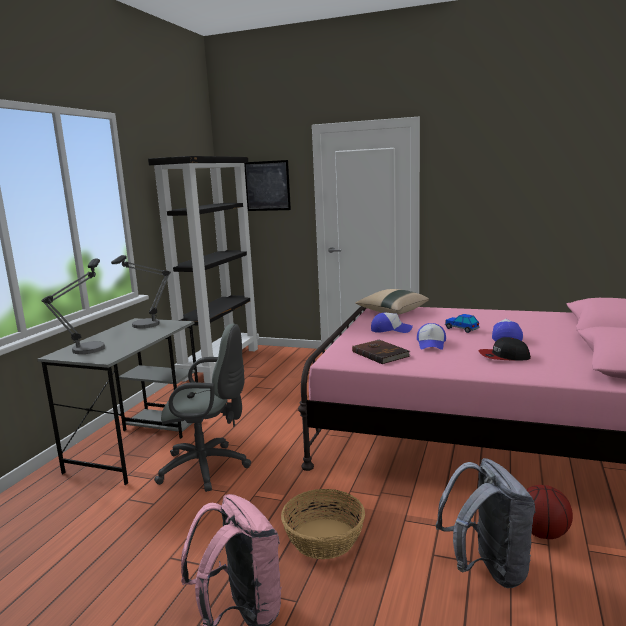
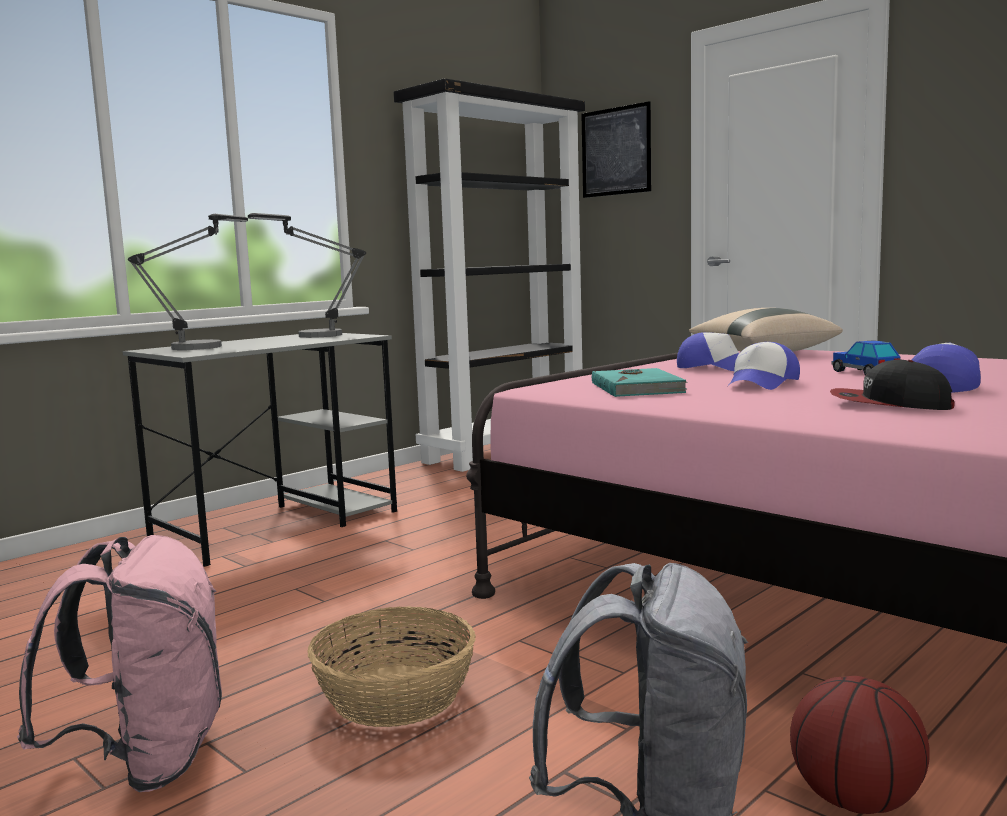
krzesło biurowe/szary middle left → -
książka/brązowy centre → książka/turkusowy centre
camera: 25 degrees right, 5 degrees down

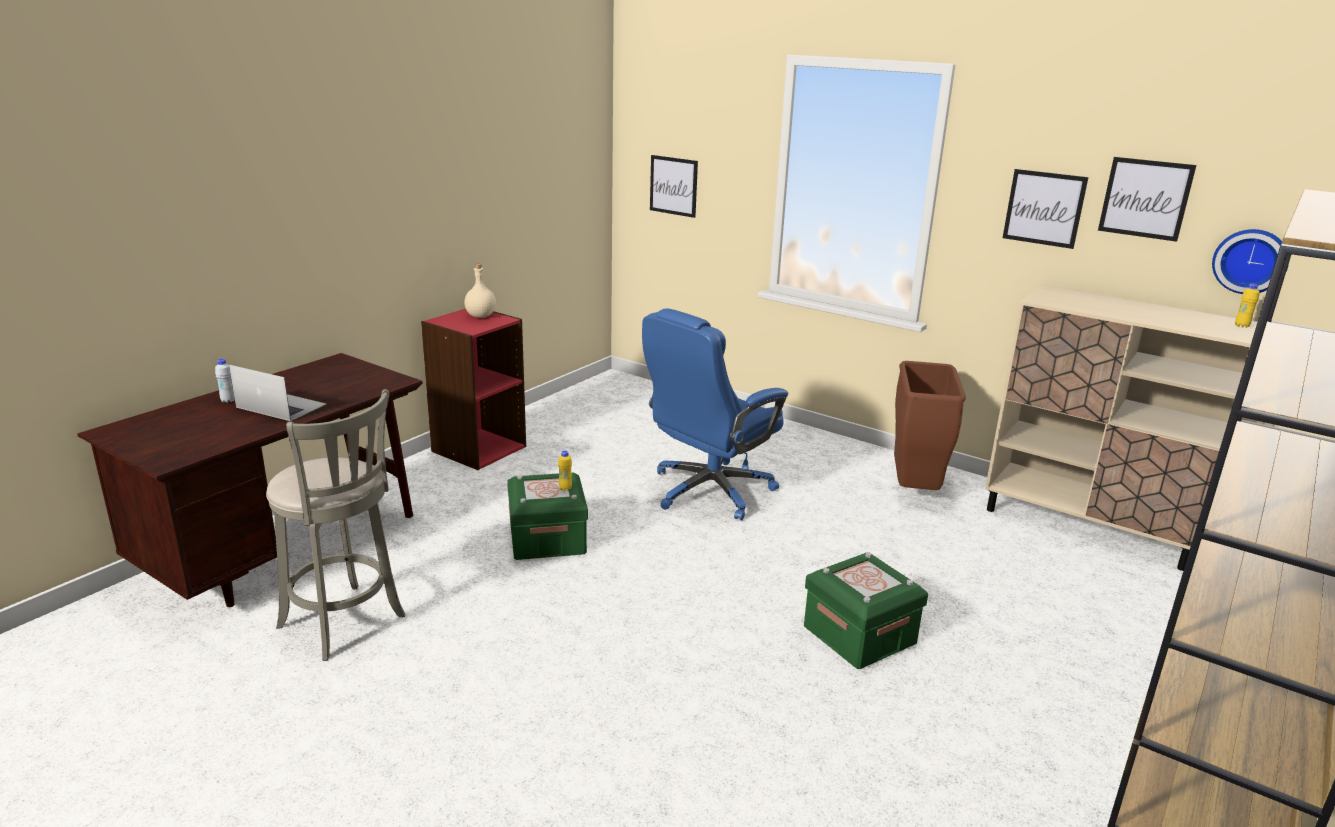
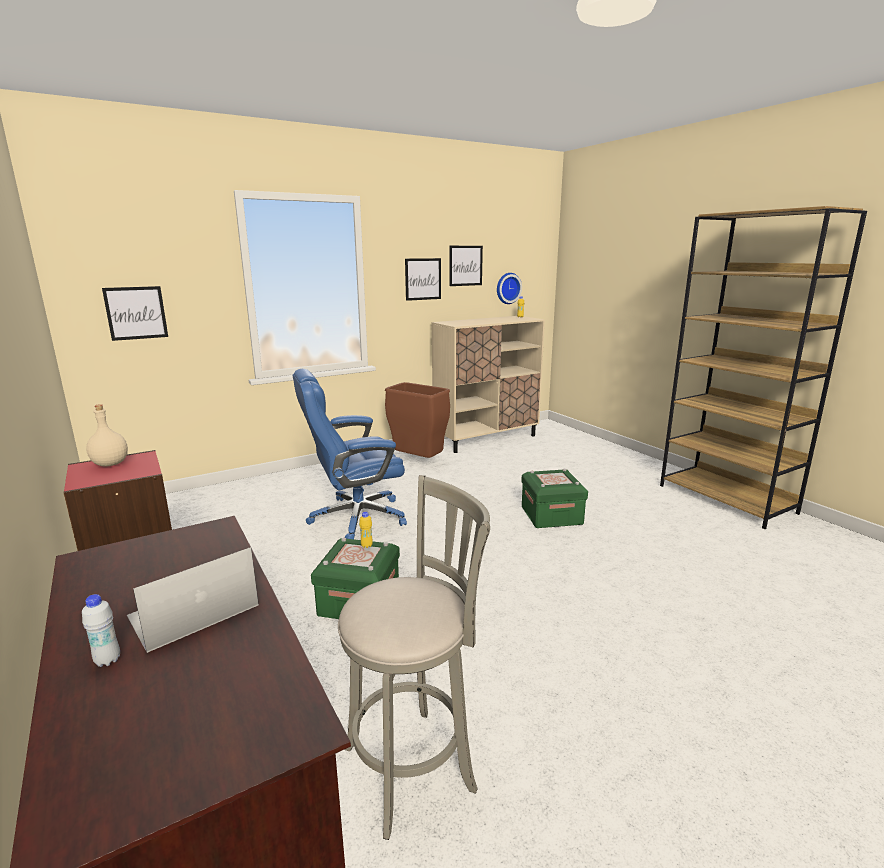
krzesło biurowe/niebieski centre, 90 degrees clockwise
camera: 65 degrees left, 5 degrees down

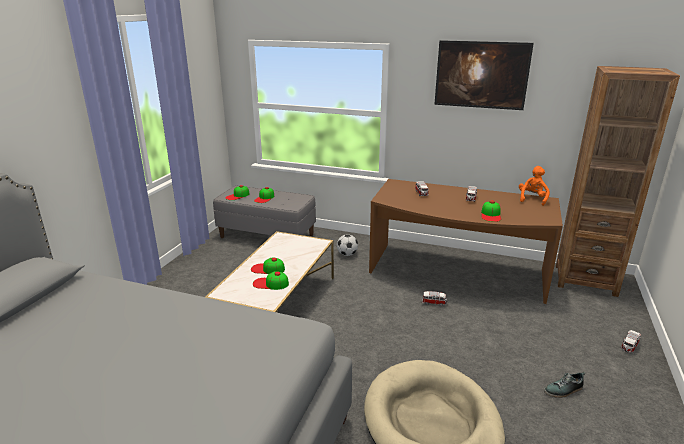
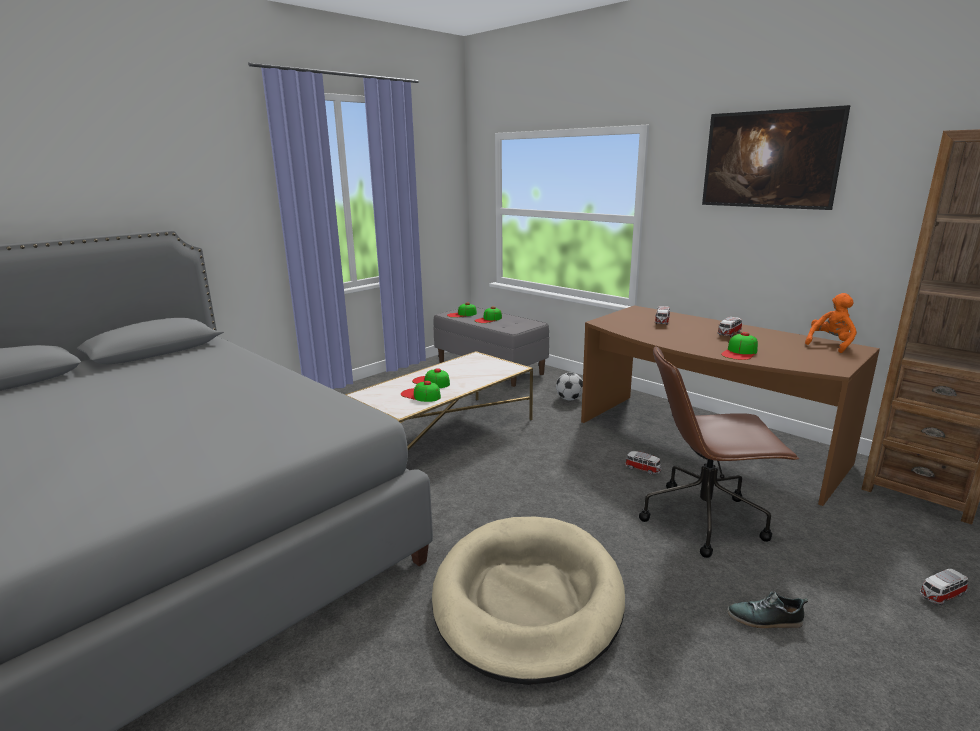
- → krzesło biurowe/brązowy middle right
camera: 25 degrees right, 5 degrees down

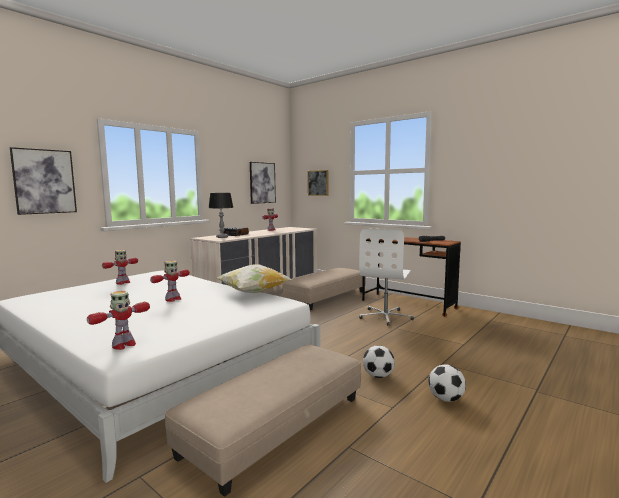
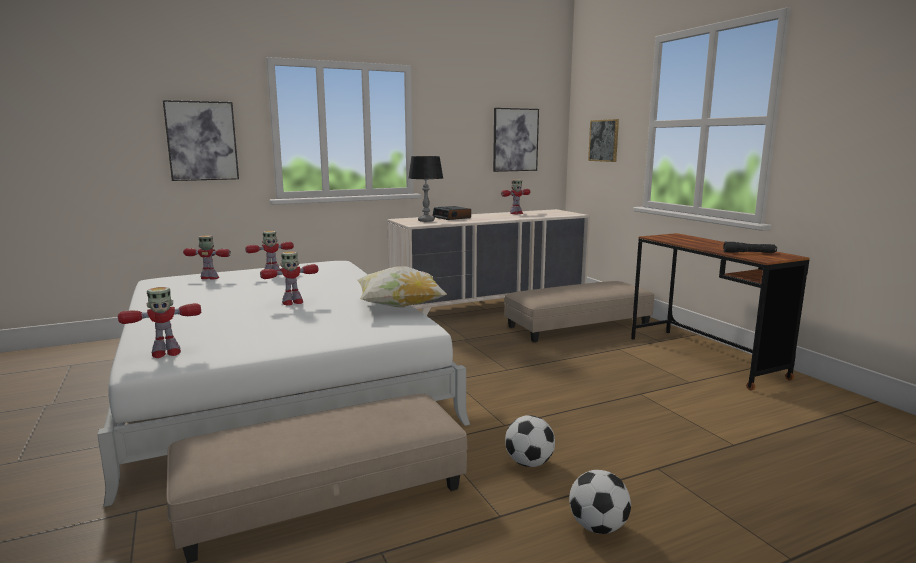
krzesło biurowe/biały centre → -
- → robot zabawkowy (no. 2 from left) middle left
camera: 25 degrees right, 5 degrees up

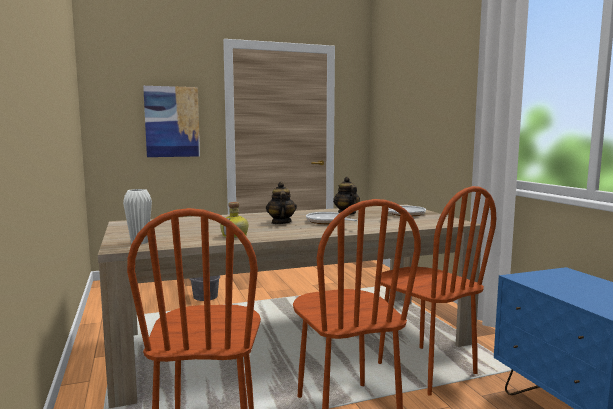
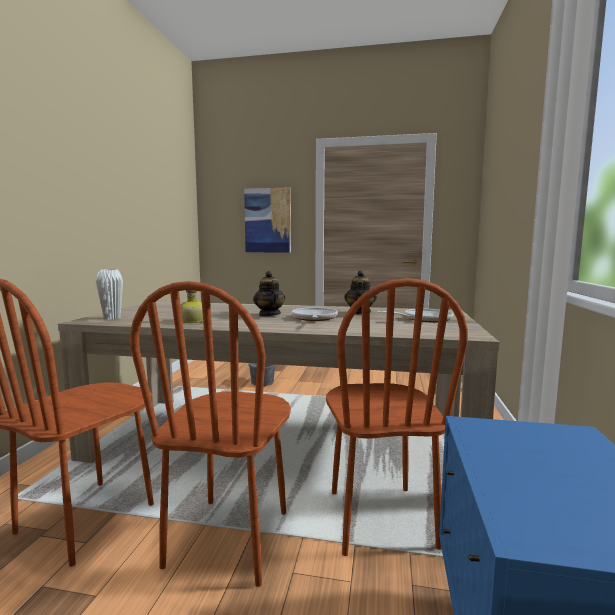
imbryk (no. 1 from left) centre, 45 degrees counterclockwise
camera: 30 degrees right, 0 degrees up

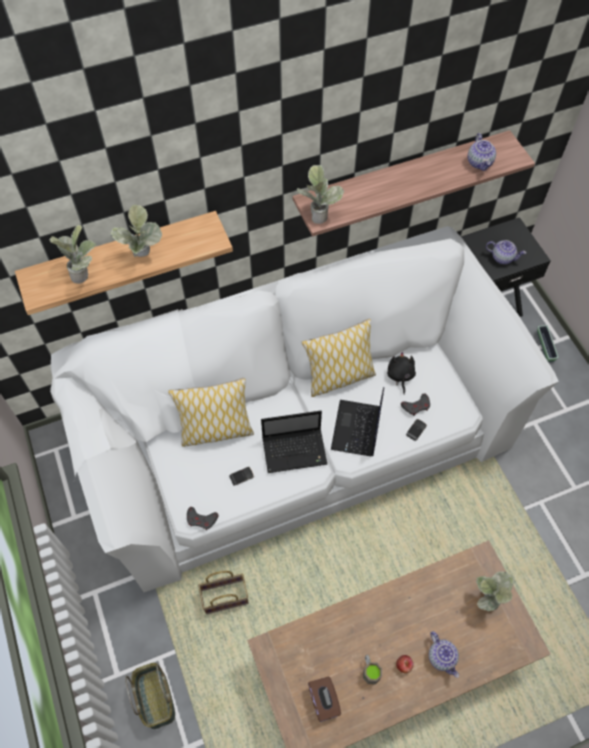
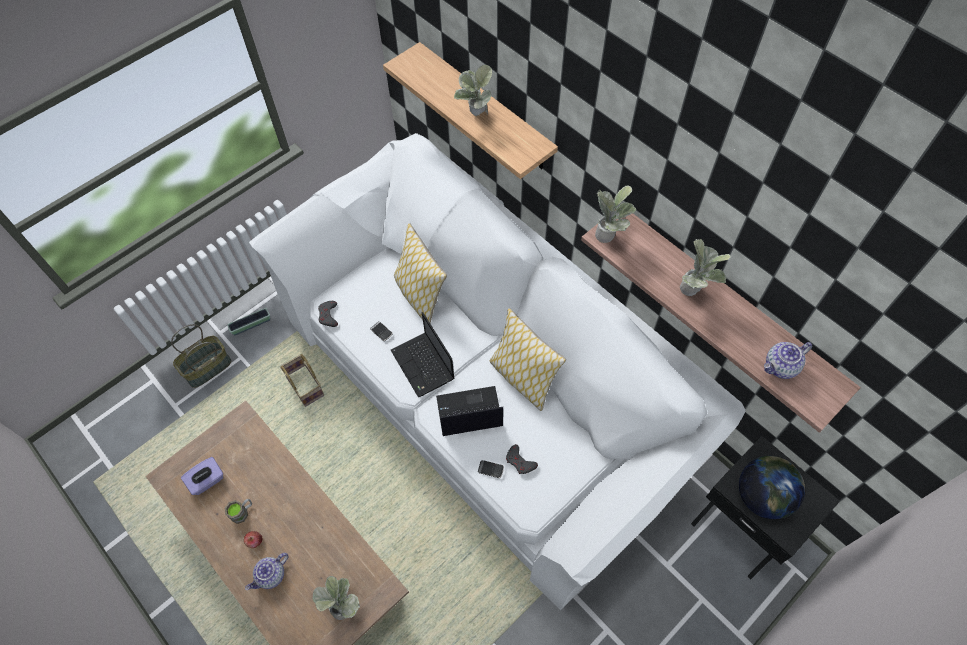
pluszak/czarny middle right → -
roślina doniczkowa (no. 1 from left in the first image) middle left → roślina doniczkowa (no. 4 from left) middle right, shifted
donica middle right → donica middle left, shifted
imbryk (no. 3 from left) middle right → globus bottom right
pudełko chusteczek/brązowy bottom centre → pudełko chusteczek/fioletowy bottom left
camera: 70 degrees right, 0 degrees up

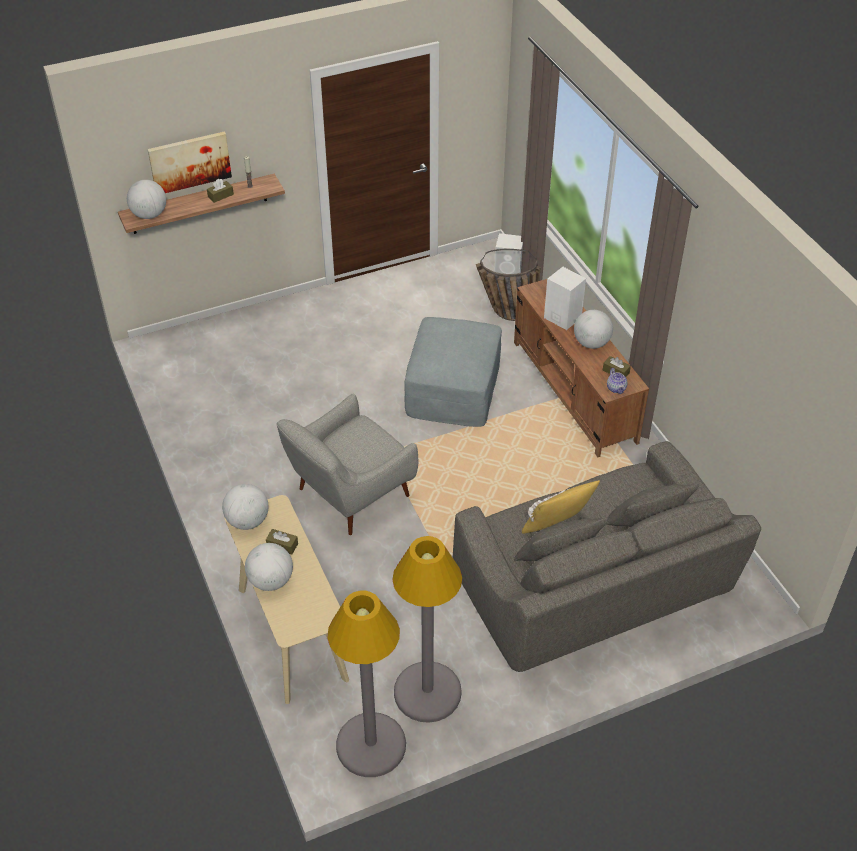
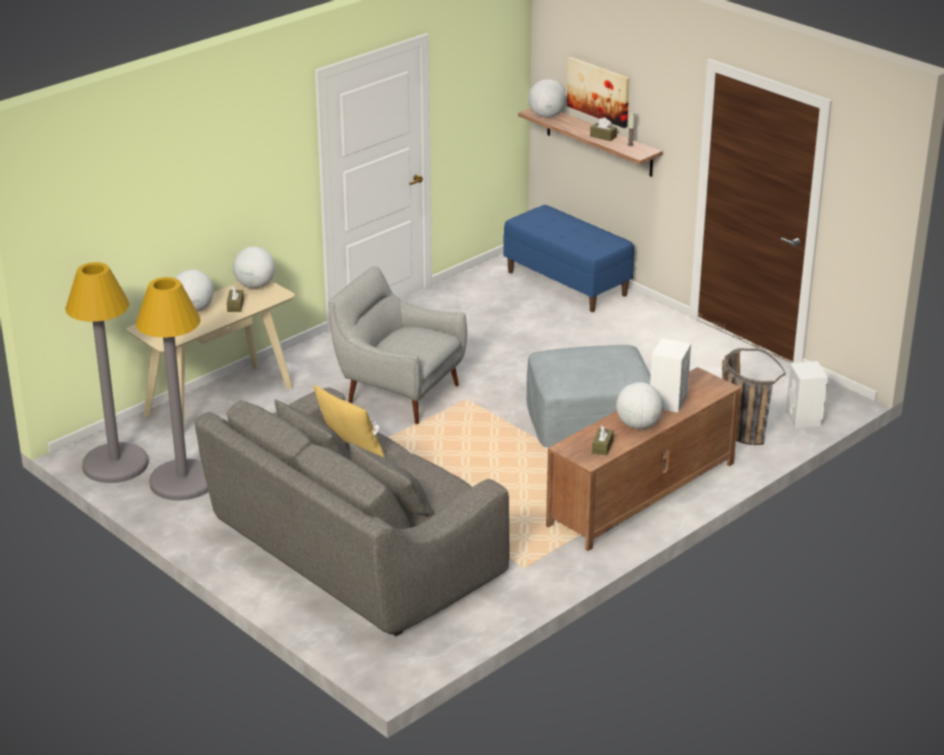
imbryk middle right → -
- → ławka/niebieski centre
camera: 70 degrees right, 15 degrees down

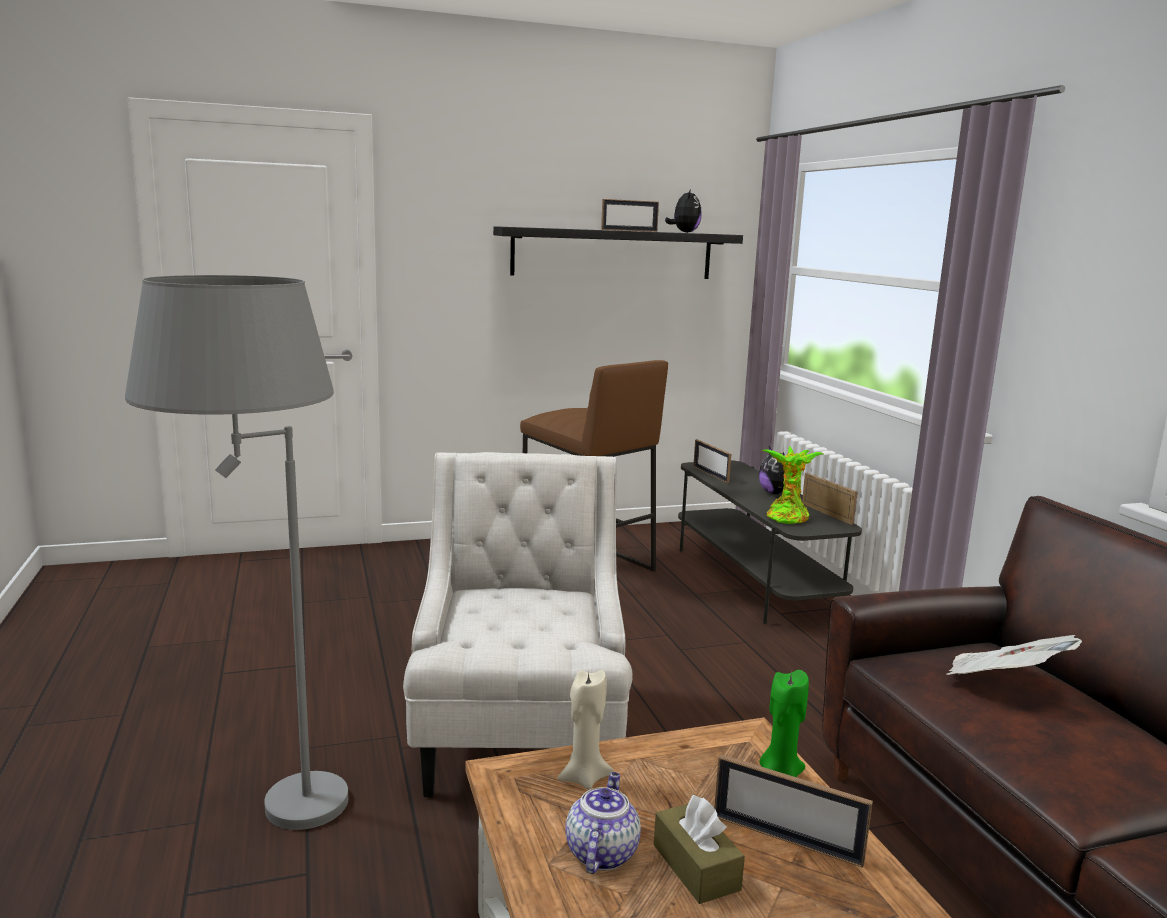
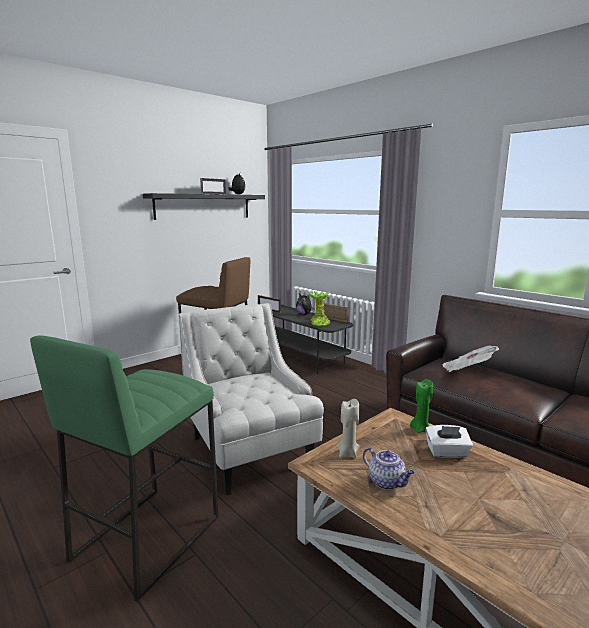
pudełko chusteczek/brązowy bottom centre → -
lampa stojąca/szary middle left → stołek/zielony bottom left
ramka na zdjęcie (no. 3 from left) bottom right → pudełko chusteczek/biały bottom right
imbryk bottom centre, 150 degrees clockwise
camera: 25 degrees left, 0 degrees up

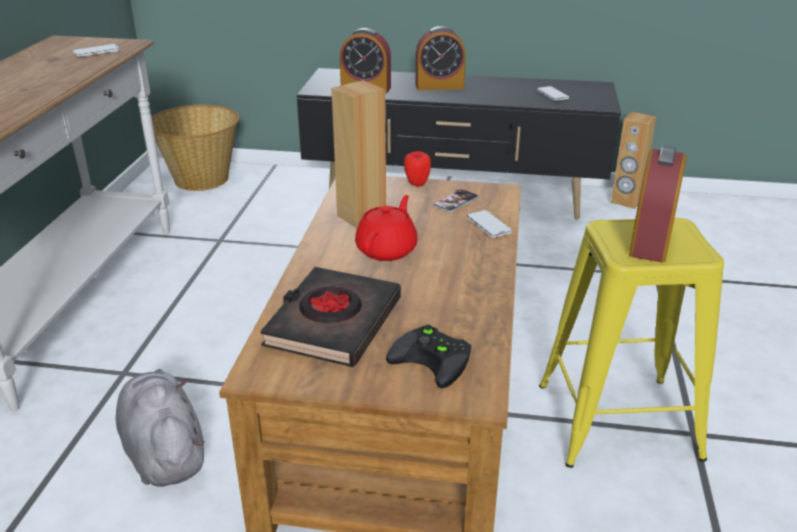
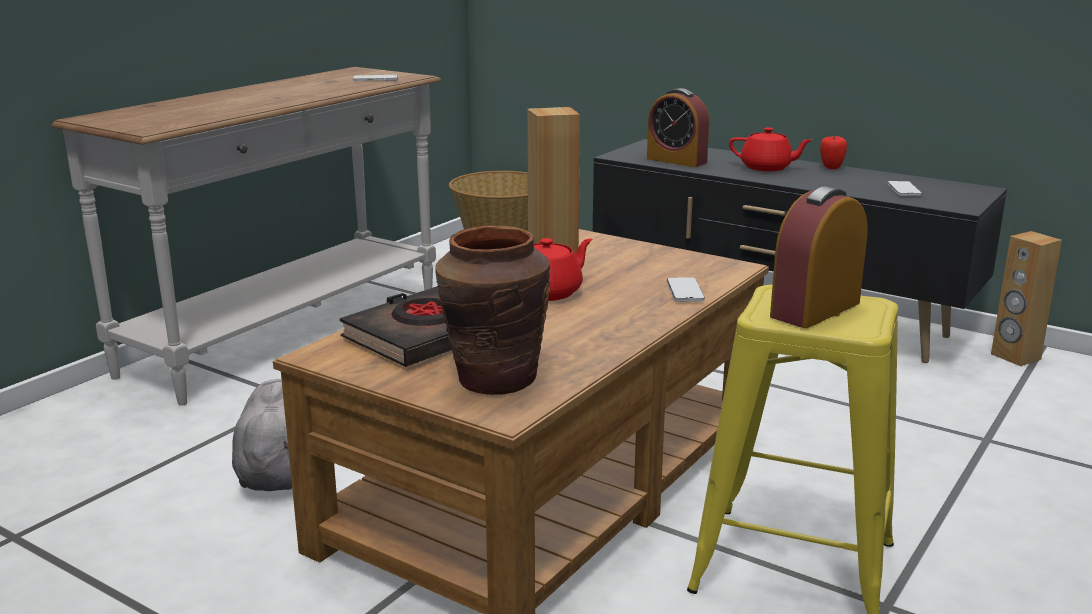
telefon (no. 2 from left) centre → -
jabłko top centre → jabłko top right, shifted
pad do gier/czarny bottom centre → wazon/brązowy centre
budzik (no. 2 from left) top centre → imbryk/czerwony (no. 2 from left) top right
camera: 25 degrees right, 10 degrees down

